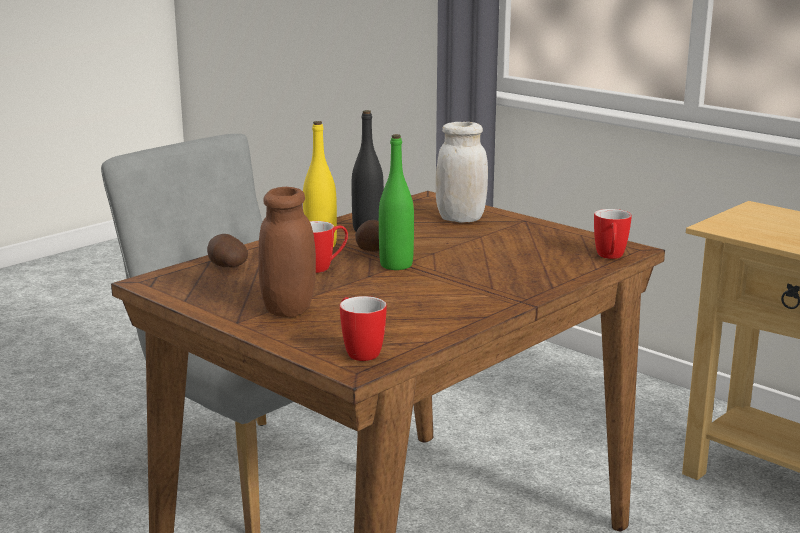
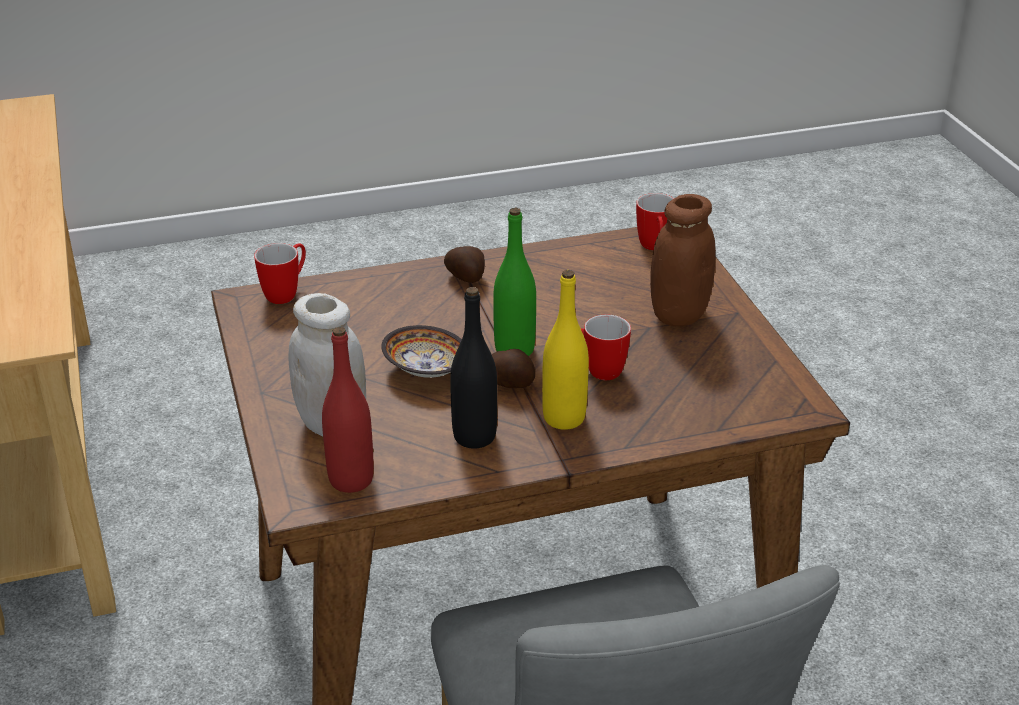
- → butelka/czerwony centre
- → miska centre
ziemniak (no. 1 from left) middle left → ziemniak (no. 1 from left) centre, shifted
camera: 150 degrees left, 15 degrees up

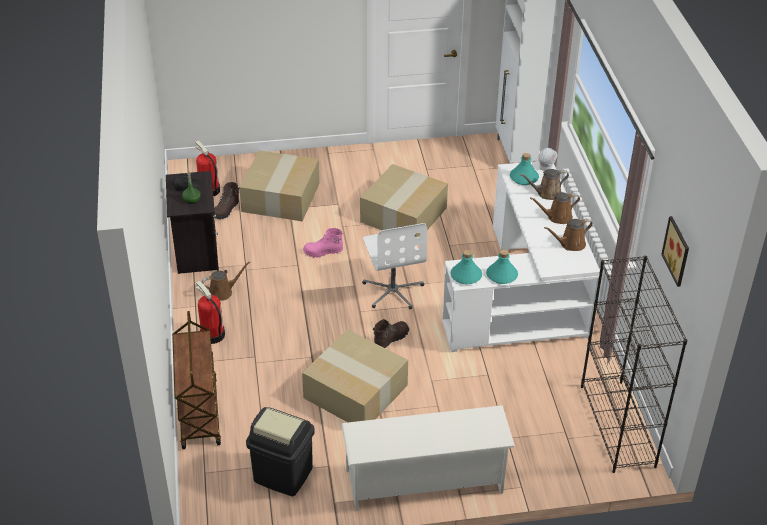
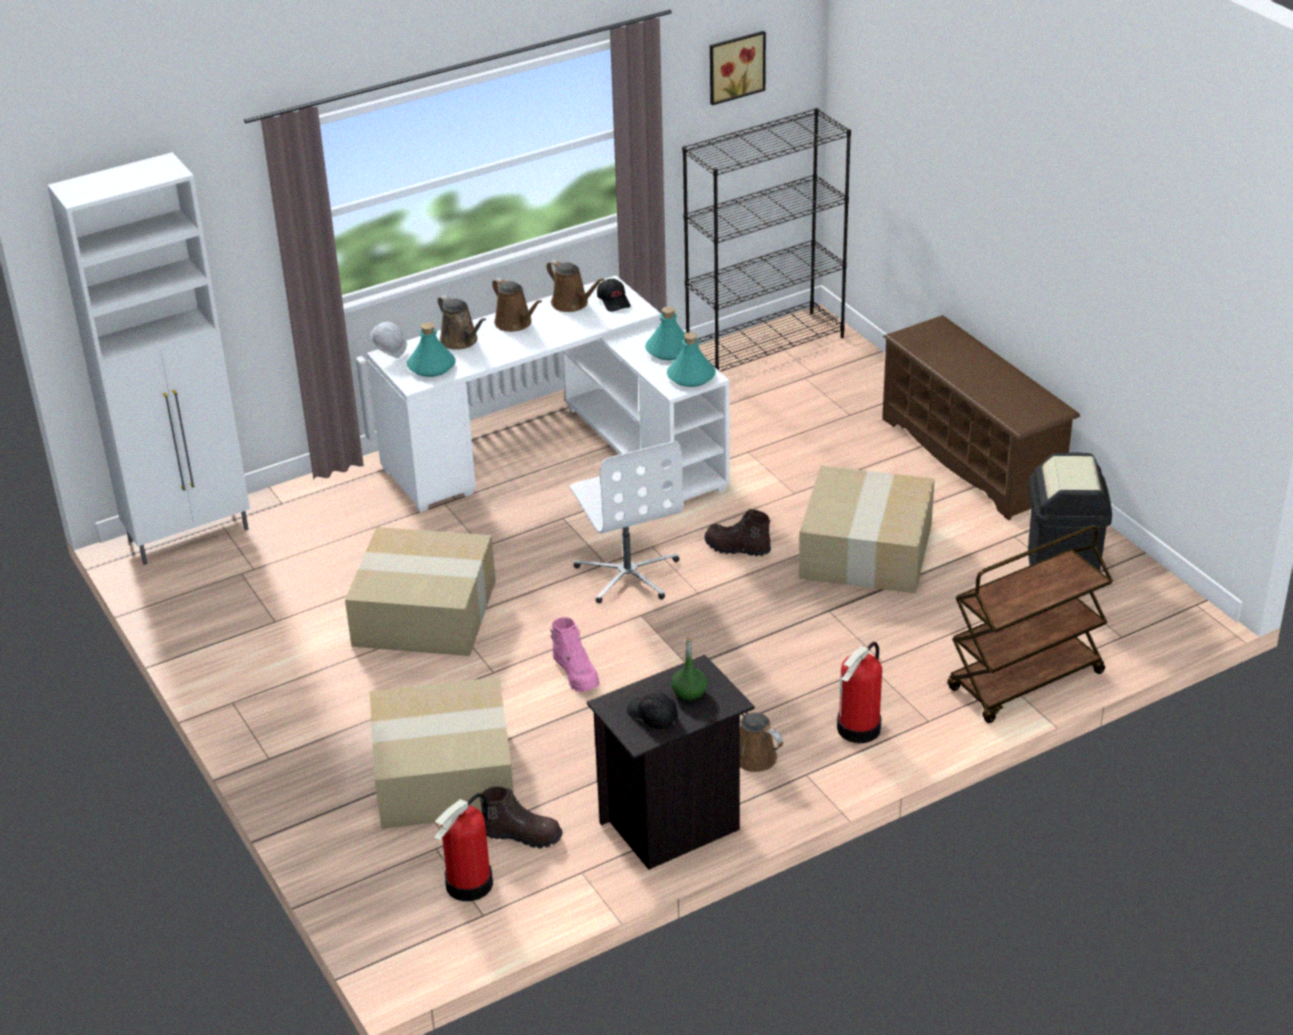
- → czapka z daszkiem/czarny (no. 1 from left) top centre
regał na buty/biały bottom centre → regał na buty/brązowy middle right
krzesło biurowe/biały centre, 105 degrees clockwise
camera: 110 degrees left, 5 degrees down

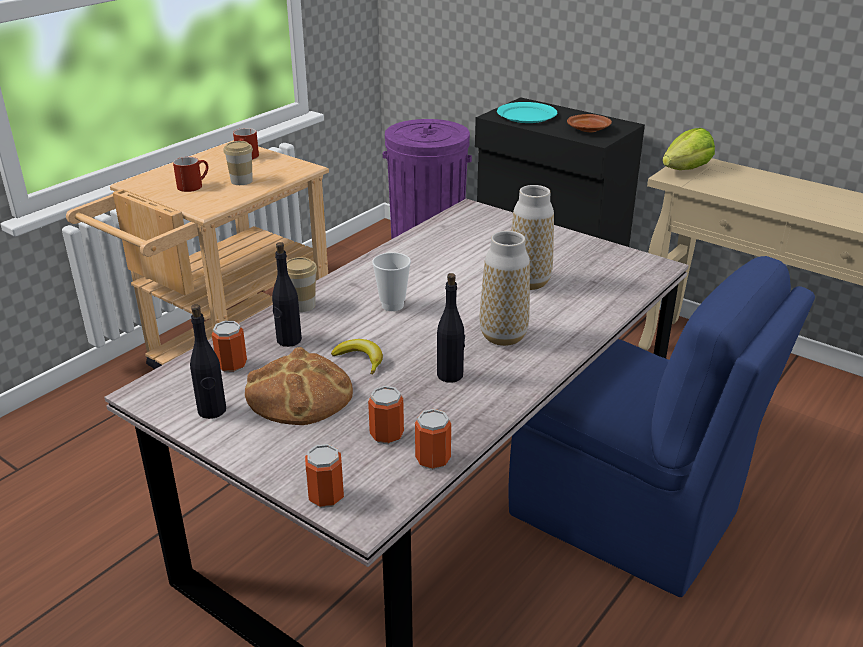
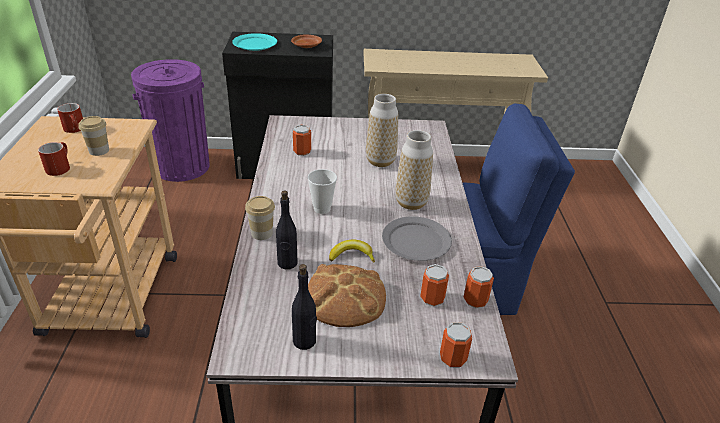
sałata top right → -
puszka (no. 1 from left) middle left → puszka (no. 1 from left) top centre, shifted
butelka/czarny (no. 3 from left) centre → talerz/szary centre
camera: 40 degrees left, 5 degrees up

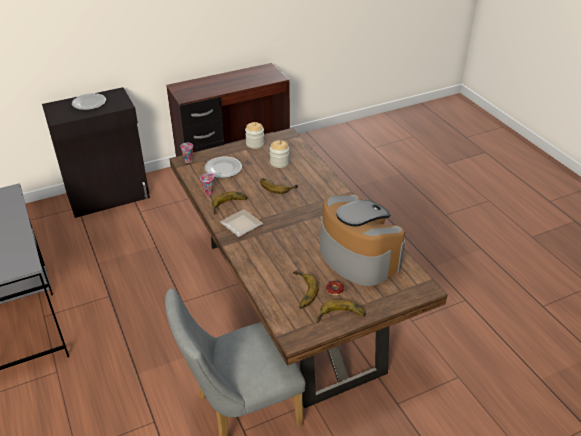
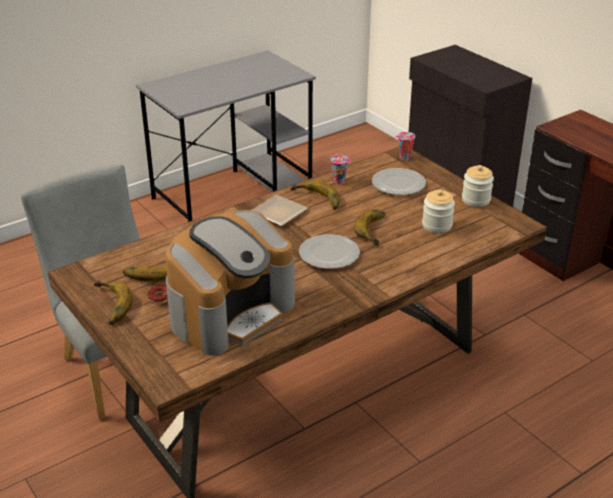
talerz (no. 1 from left in the first image) top left → talerz (no. 2 from left) centre, shifted
camera: 80 degrees right, 5 degrees down

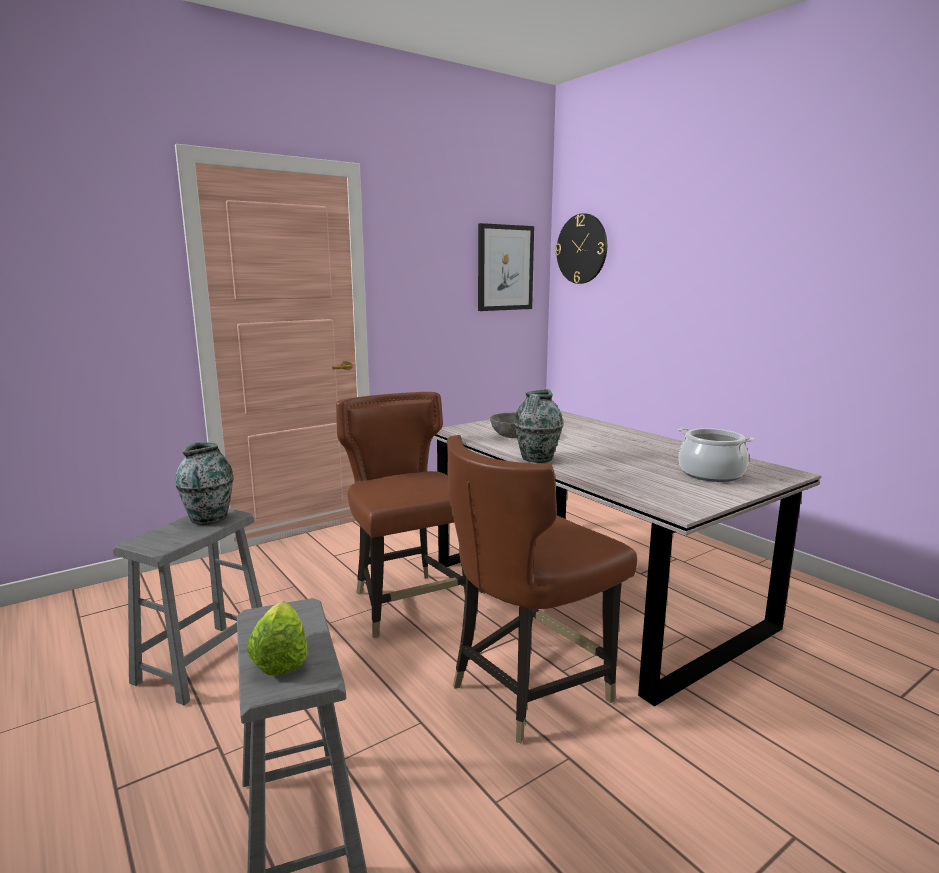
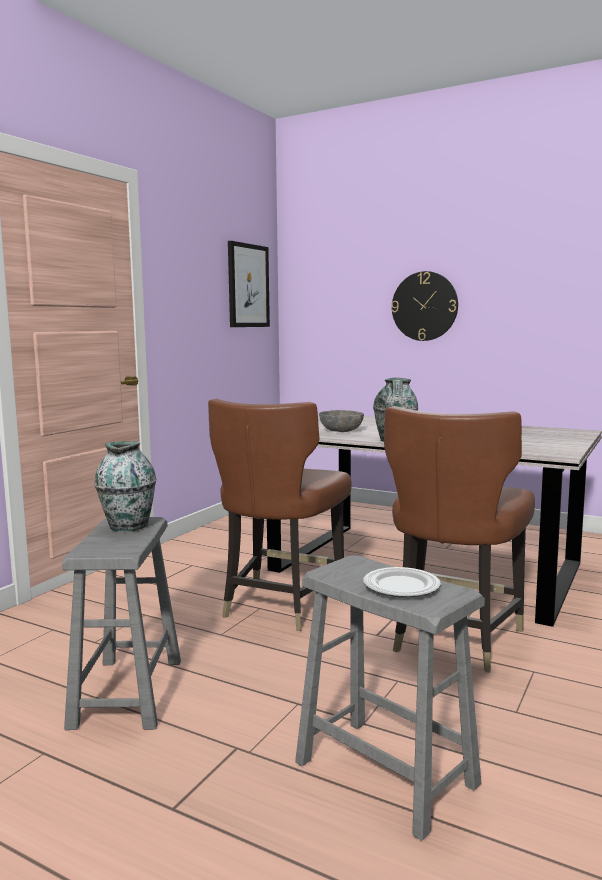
garnek middle right → -
zegar ścienny top centre → zegar ścienny middle right, shifted
sałata bottom left → talerz middle right
krzesło/brązowy (no. 1 from left) centre, 105 degrees counterclockwise
camera: 25 degrees left, 5 degrees down

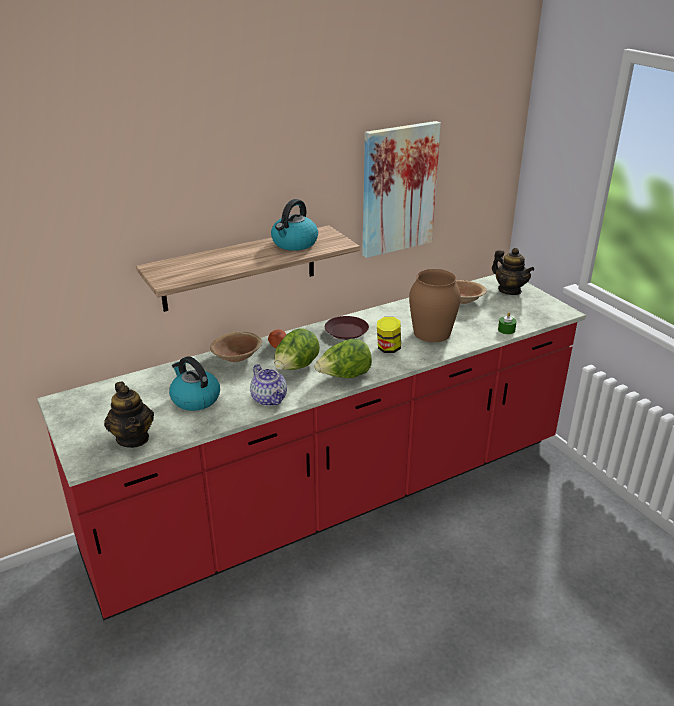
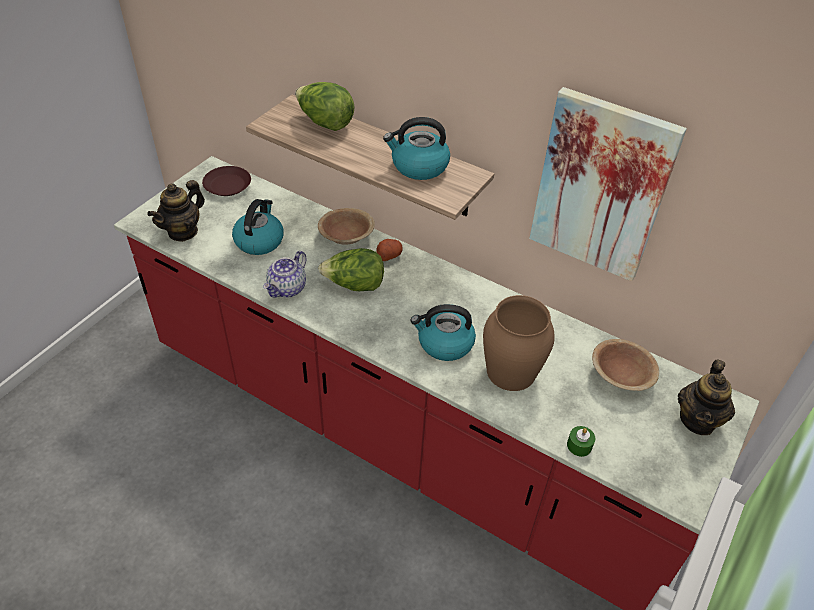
sałata (no. 2 from left in the first image) centre → sałata (no. 1 from left) top centre, shifted
talerz/brązowy centre → talerz/brązowy top left, shifted
słoik centre → czajnik (no. 3 from left) centre
camera: 60 degrees right, 15 degrees up

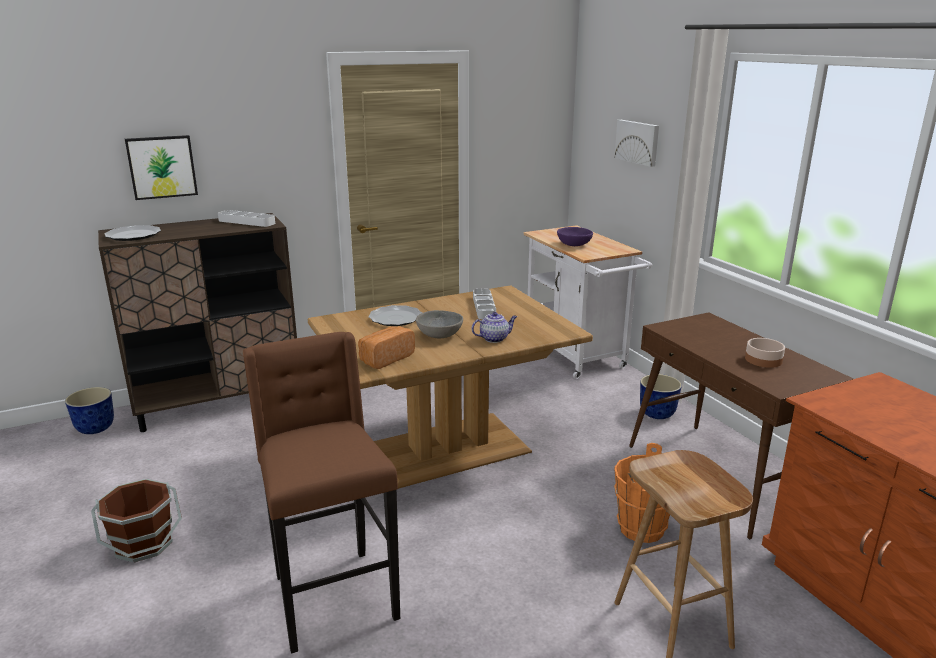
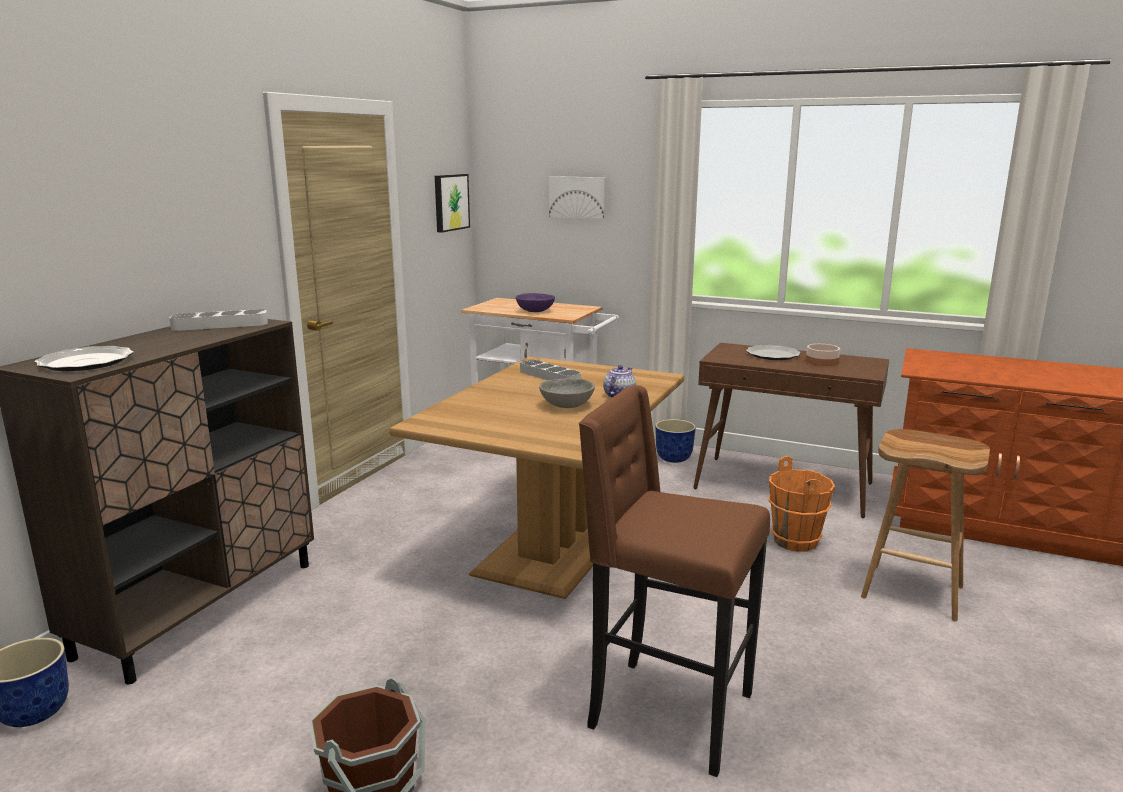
chleb centre → -
obraz (no. 1 from left) top left → obraz (no. 1 from left) top centre, shifted
talerz (no. 2 from left) centre → talerz (no. 2 from left) middle right, shifted
camera: 40 degrees left, 5 degrees down

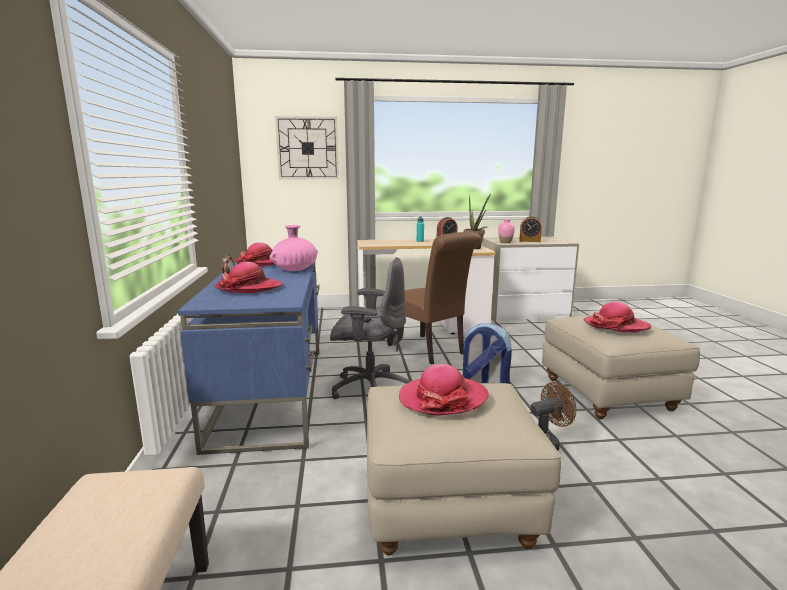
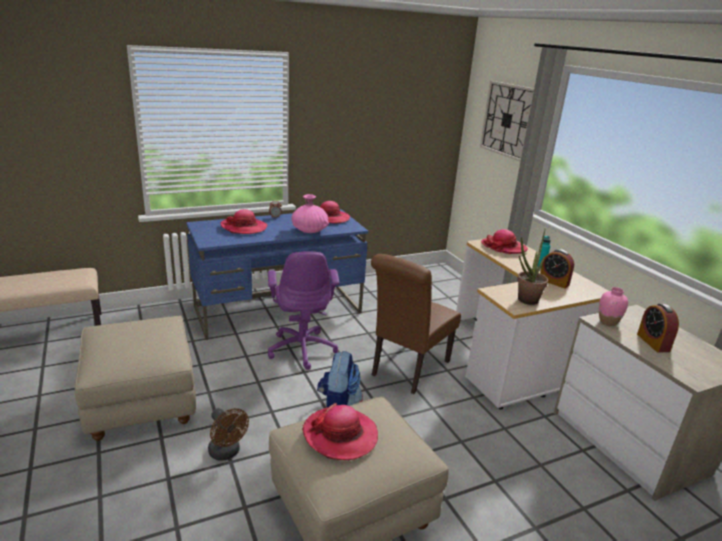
kapelusz (no. 3 from left in the first image) centre → kapelusz (no. 4 from left) middle right, shifted
krzesło biurowe/szary centre → krzesło biurowe/fioletowy centre
camera: 70 degrees right, 10 degrees up

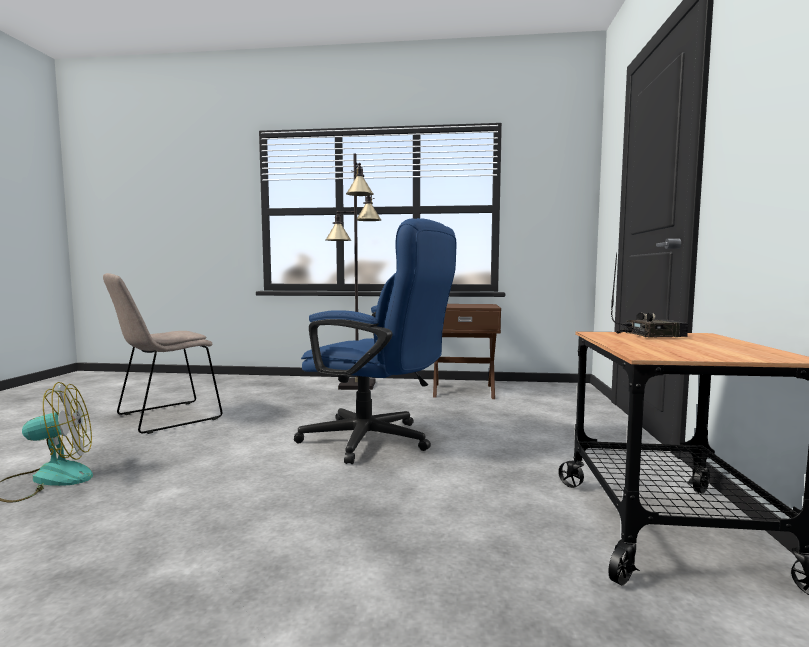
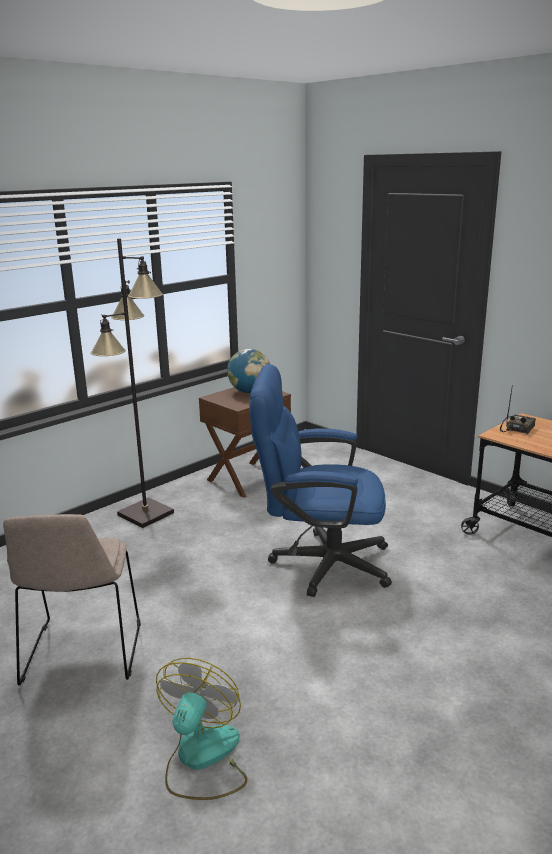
- → globus centre
krzesło biurowe/niebieski centre, 150 degrees counterclockwise
camera: 50 degrees left, 15 degrees up

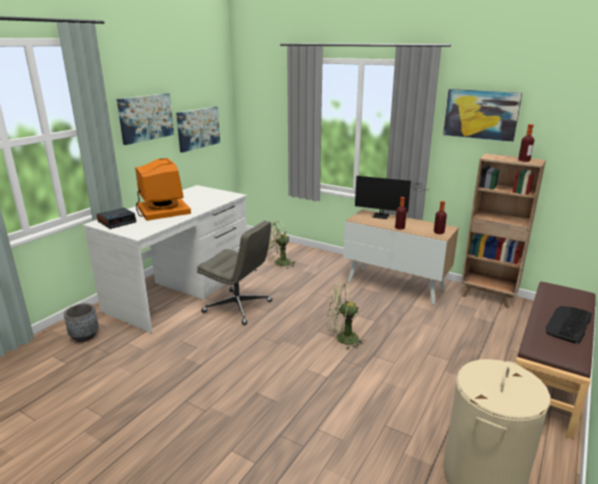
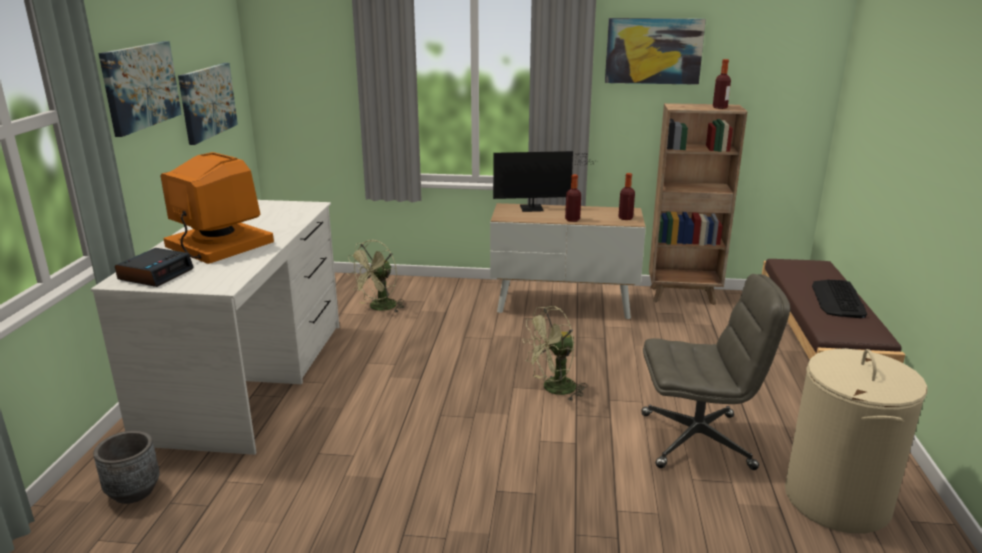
krzesło biurowe/szary centre → krzesło biurowe/szary bottom right, shifted
camera: 25 degrees left, 0 degrees up

